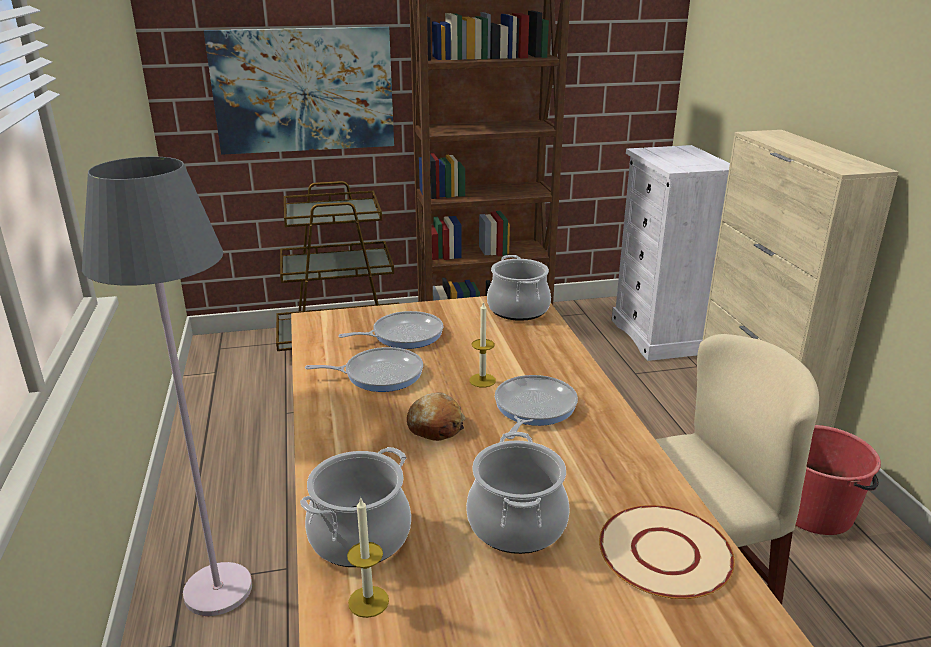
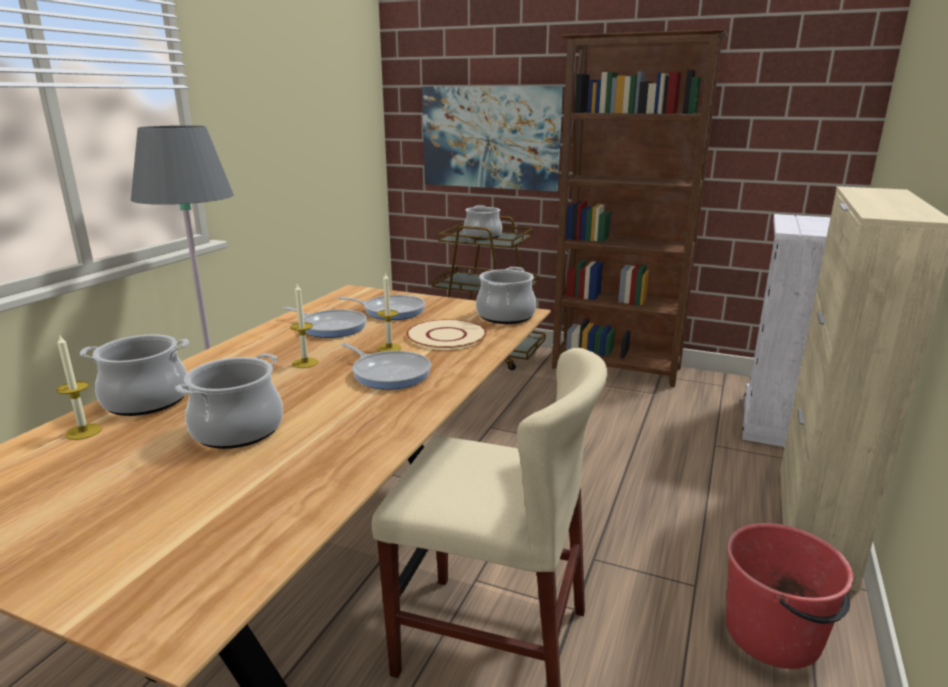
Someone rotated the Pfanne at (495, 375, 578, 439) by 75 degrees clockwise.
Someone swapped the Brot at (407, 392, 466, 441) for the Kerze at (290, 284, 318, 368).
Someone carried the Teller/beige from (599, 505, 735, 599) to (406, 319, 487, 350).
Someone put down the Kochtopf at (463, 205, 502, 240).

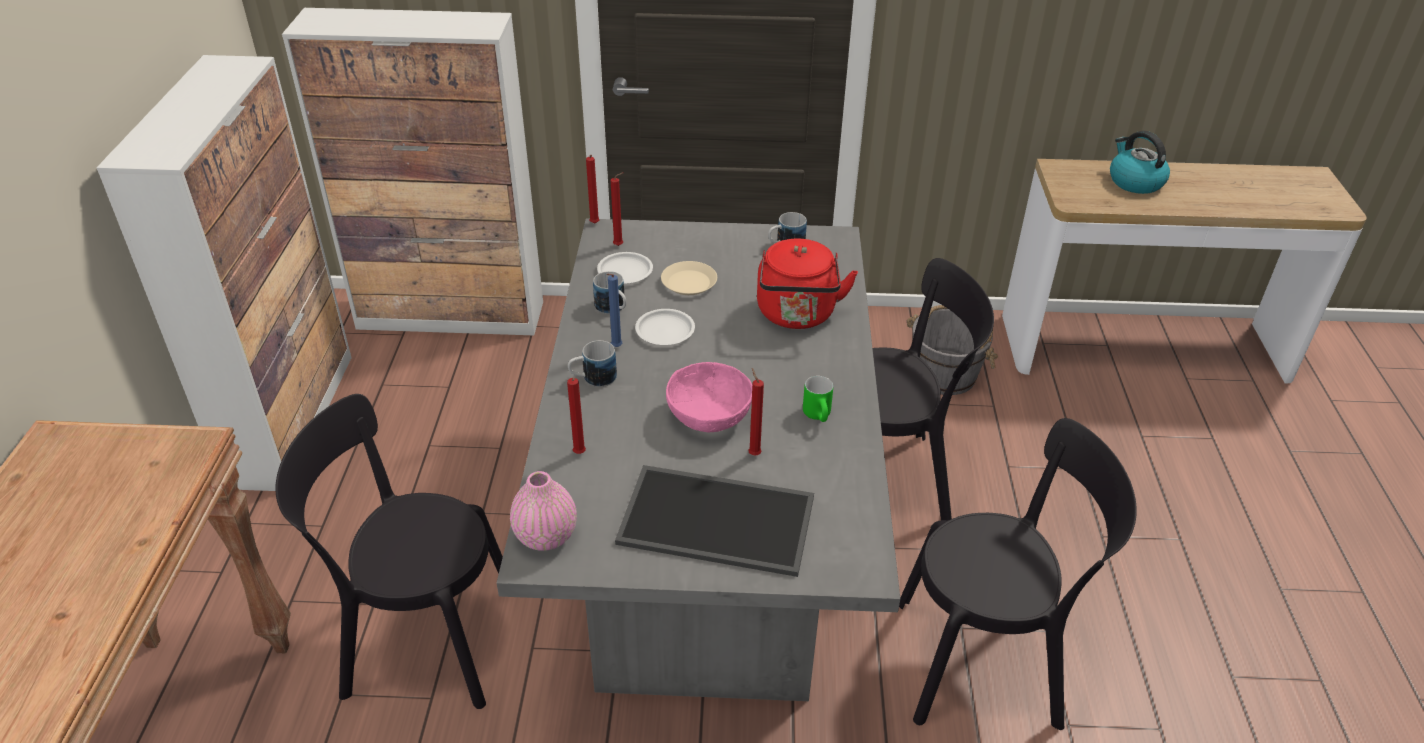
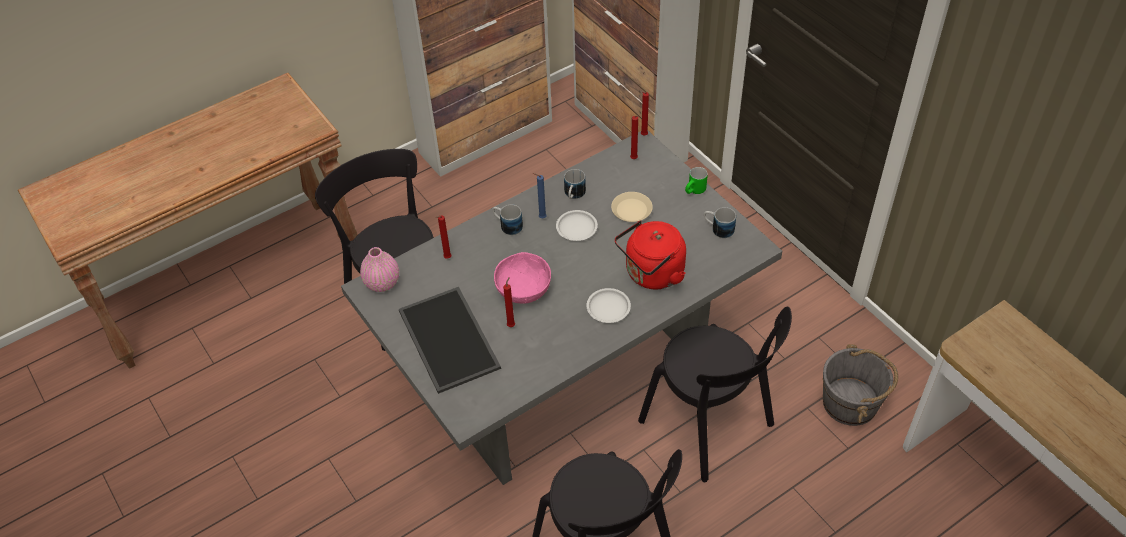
Someone took away the Wasserkessel at (1110, 131, 1170, 194).
Someone carried the Teller/weiß from (597, 252, 653, 284) to (586, 288, 631, 323).
Someone carried the Henkelbecher/grün from (803, 376, 833, 422) to (685, 167, 708, 194).

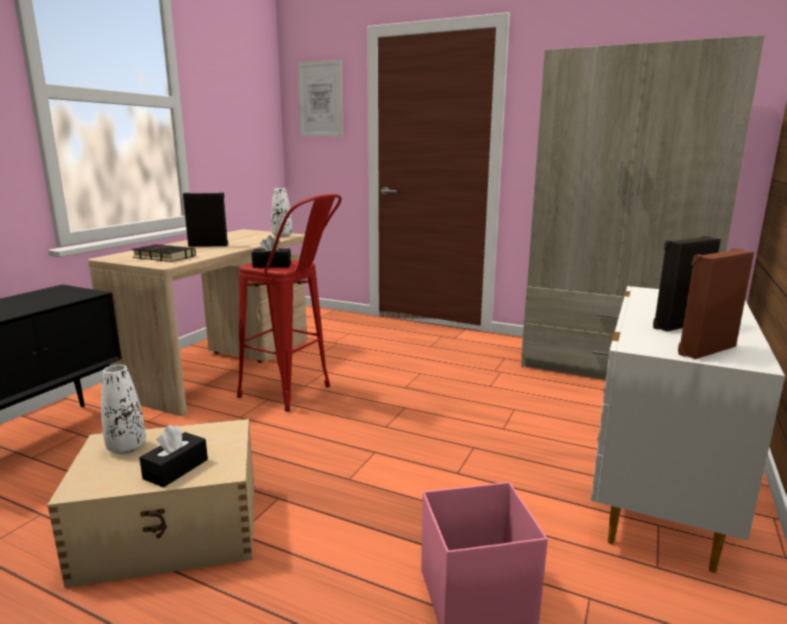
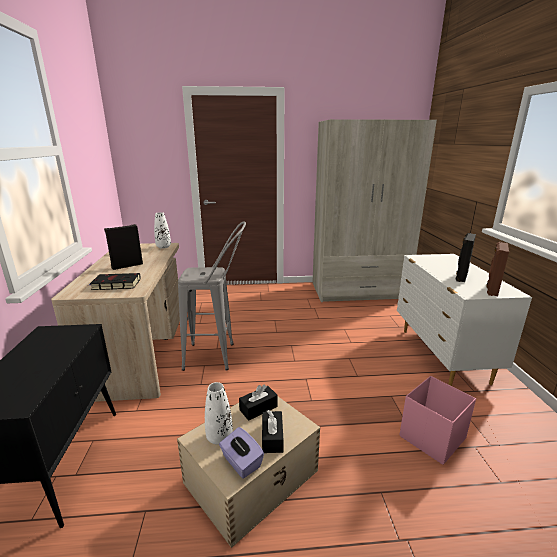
Someone took away the Bild at (297, 60, 343, 137).
Someone repainted the Hocker/rot at (237, 194, 342, 412), which became the Hocker/grau at (178, 221, 246, 371).
Someone carried the Taschentuchbox/schwarz from (252, 235, 291, 268) to (239, 384, 278, 421).
Someone put down the Taschentuchbox/lila at (219, 427, 264, 479).

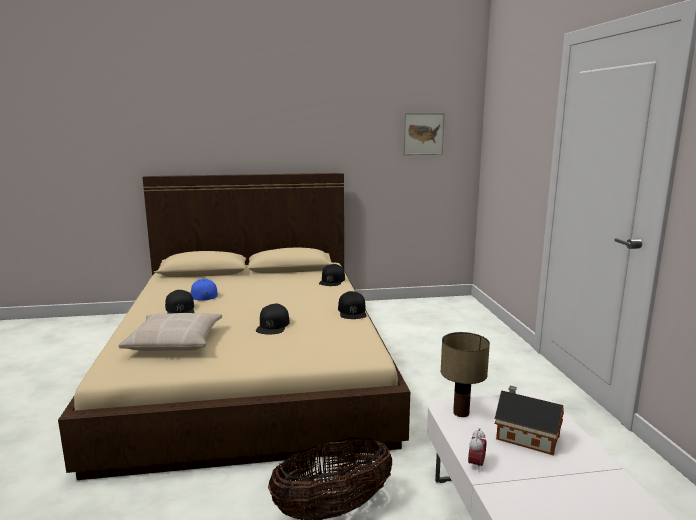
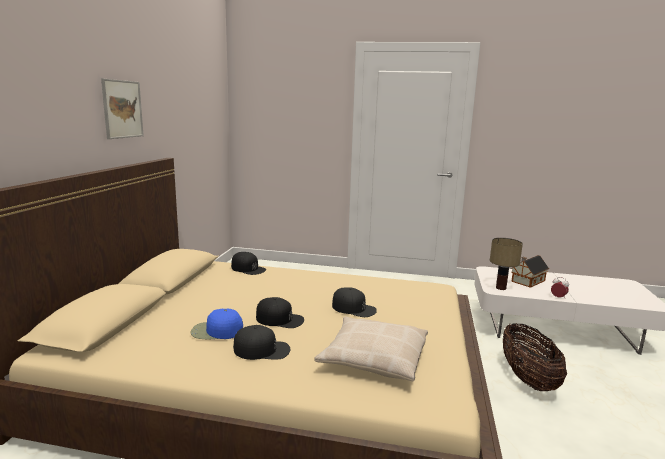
Someone carried the Bild from (403, 113, 445, 155) to (101, 78, 144, 139).
Someone carried the Kappe/schwarz from (338, 291, 367, 319) to (256, 297, 304, 328).

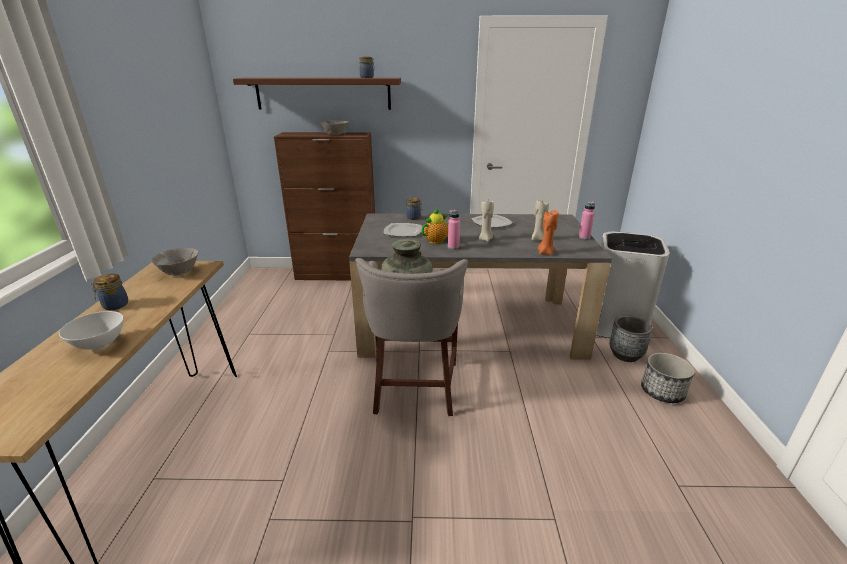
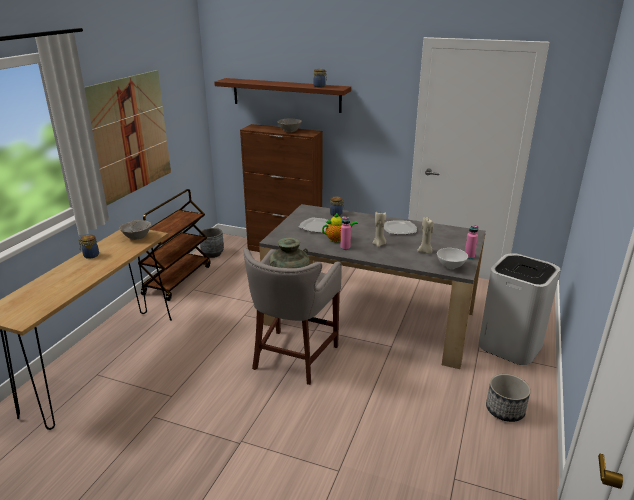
Someone took away the Kerze/orange at (538, 210, 558, 255).
Someone carried the Schüssel/weiß from (59, 311, 124, 350) to (437, 248, 468, 269).
Someone carried the Pflanzkübel/grau from (609, 315, 653, 362) to (199, 228, 224, 258).
Someone put up the Bild at (84, 70, 171, 205).
Someone put down the Rollwagen/braun at (138, 189, 210, 301).

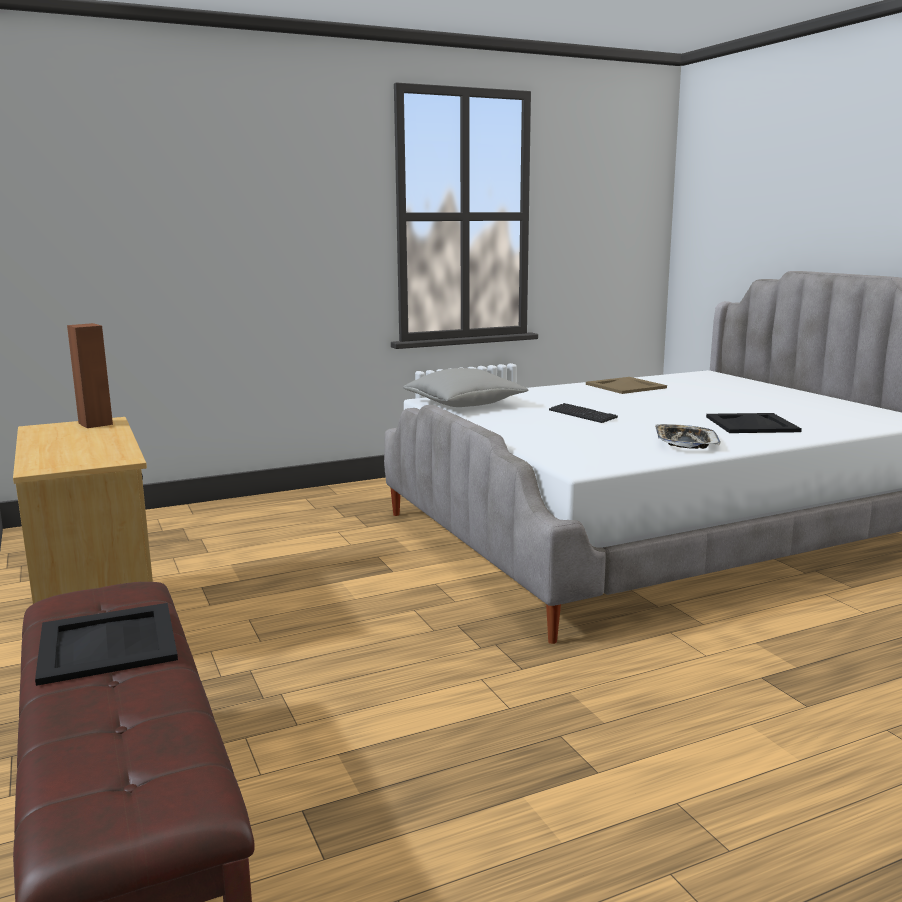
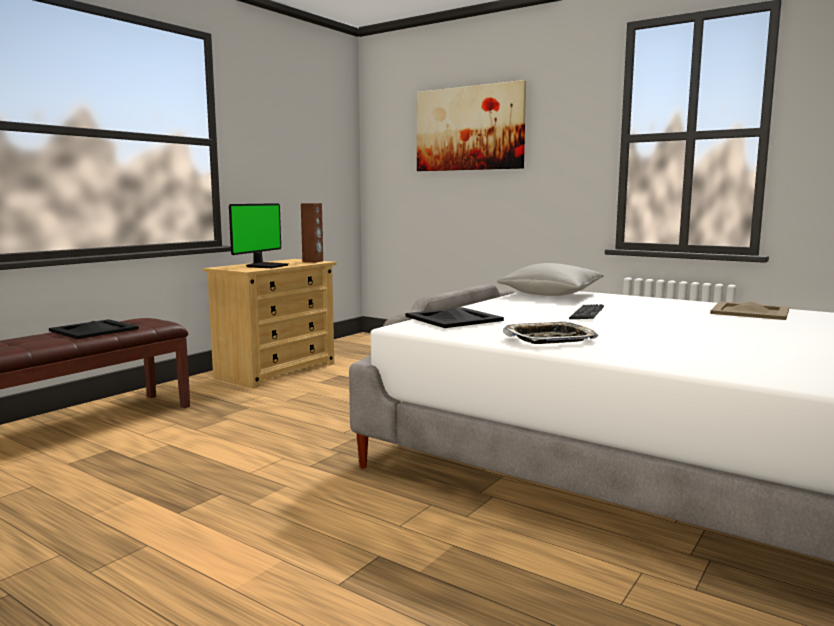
Someone carried the Tablett/schwarz from (706, 413, 802, 433) to (406, 307, 504, 328).
Someone put up the Bild at (417, 80, 526, 171).
Someone put down the Monitor at (229, 203, 289, 268).

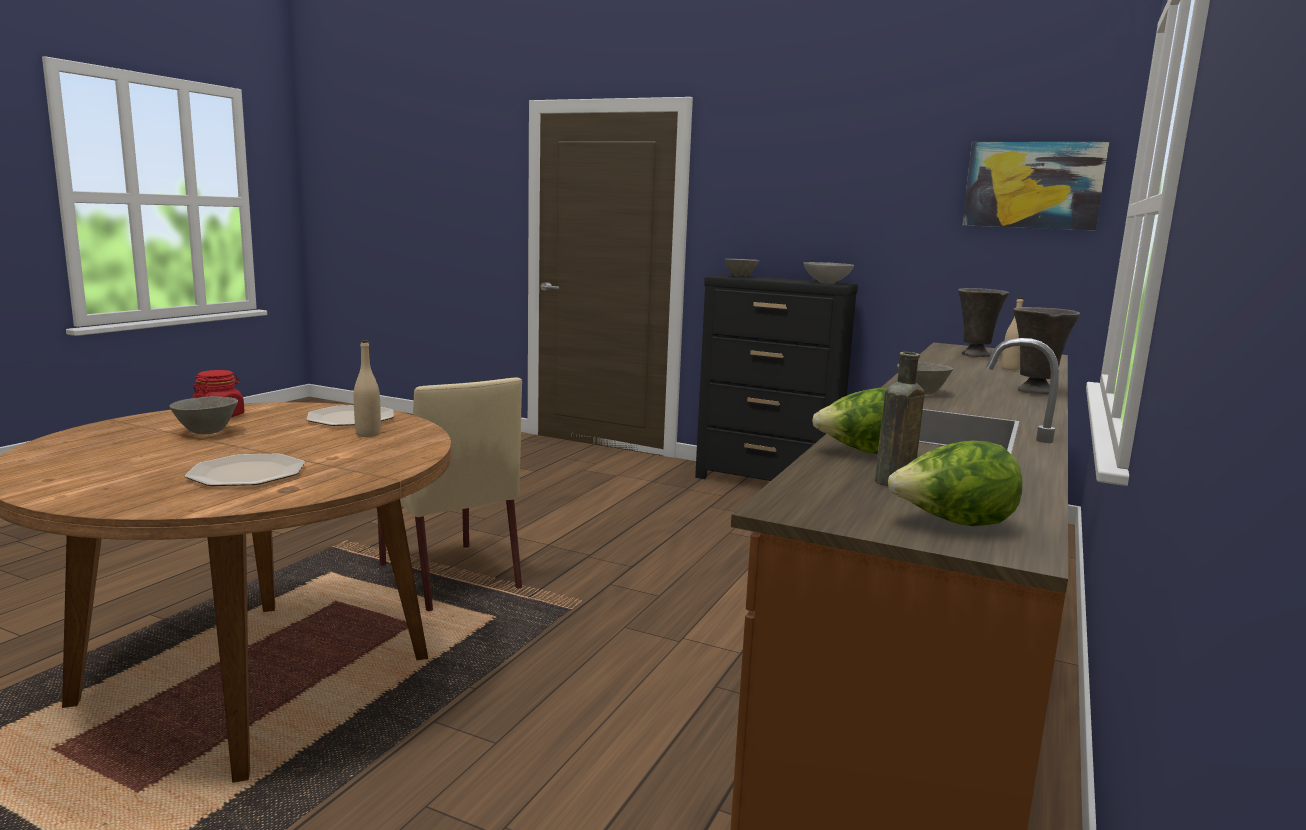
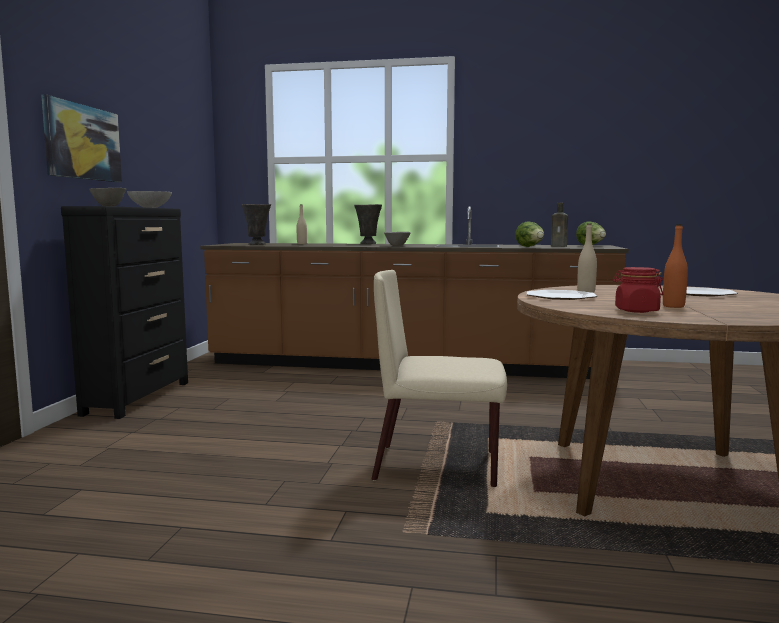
Someone carried the Bild from (962, 142, 1109, 231) to (41, 94, 122, 182).
Someone rotated the Stuhl/beige at (377, 377, 522, 611) by 120 degrees counterclockwise.
Someone swapped the Schüssel/grau at (170, 396, 238, 434) for the Flasche/orange at (663, 224, 688, 308).

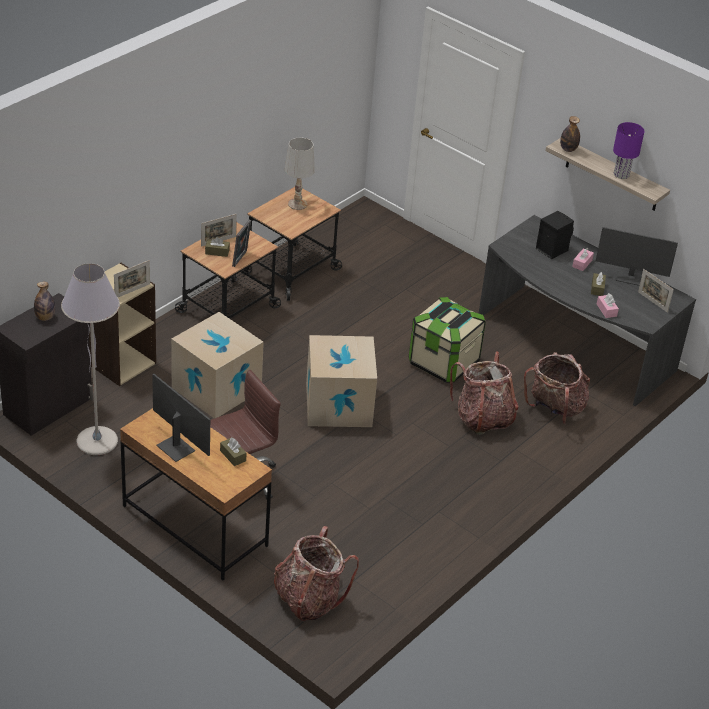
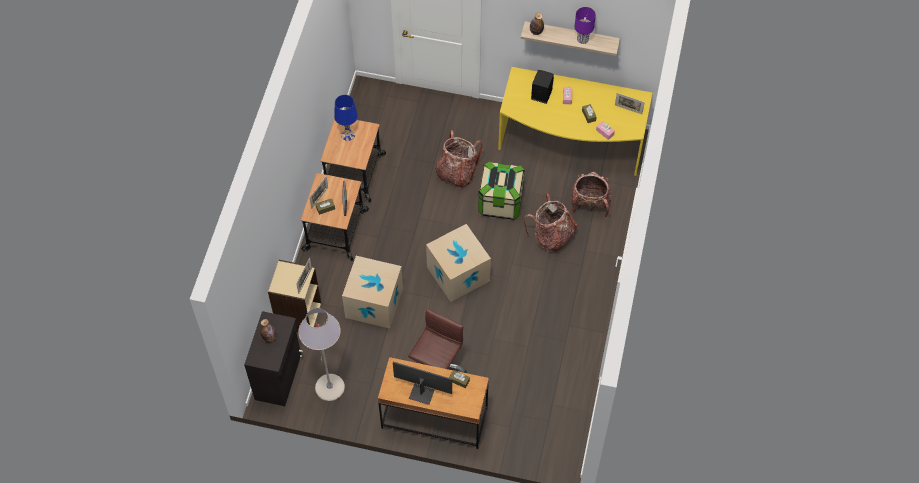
Someone repainted the Tischlampe/weiß at (285, 138, 315, 210), which became the Tischlampe/blau at (334, 95, 358, 141).
Someone repainted the Schreibtisch/grau at (479, 215, 696, 406), which became the Schreibtisch/gelb at (498, 67, 653, 176).
Someone took away the Monitor at (596, 227, 678, 286).
Someone carried the Rucksack from (274, 526, 359, 621) to (435, 130, 483, 188).

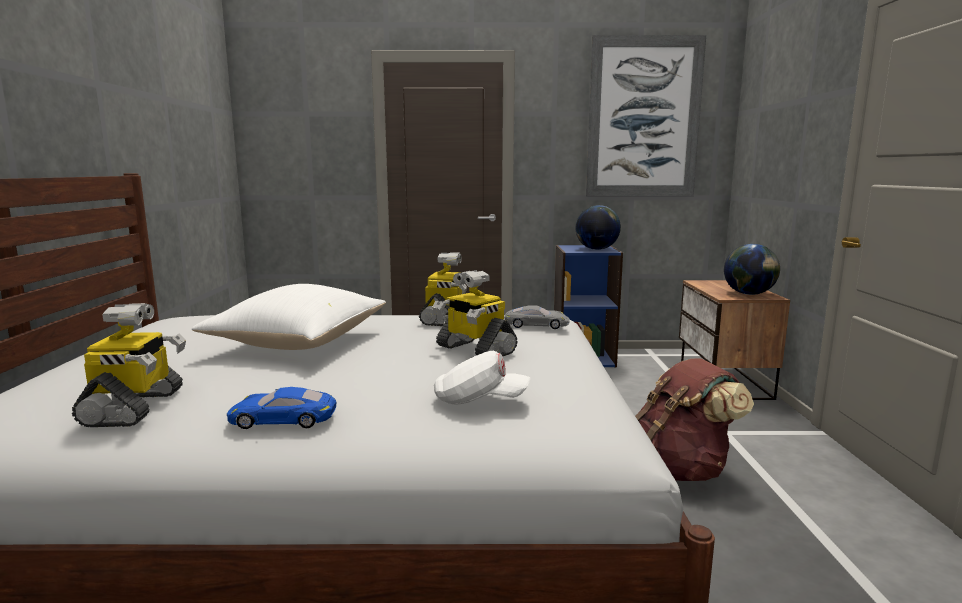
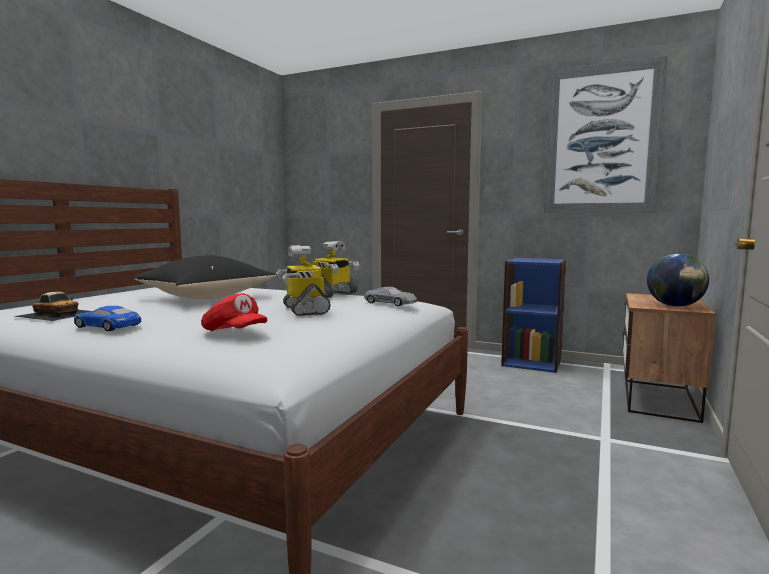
Someone took away the Globus at (575, 205, 621, 250).
Someone repainted the Kissen/weiß at (192, 284, 386, 350), which became the Kissen/schwarz at (133, 255, 276, 299).
Someone swapped the Spielzeugroboter at (72, 303, 186, 427) for the Spielzeugauto at (13, 292, 91, 321).
Someone repainted the Kappe/weiß at (434, 351, 531, 404), which became the Kappe/rot at (201, 293, 267, 331).
Someone took away the Rucksack/braun at (635, 358, 754, 481).

